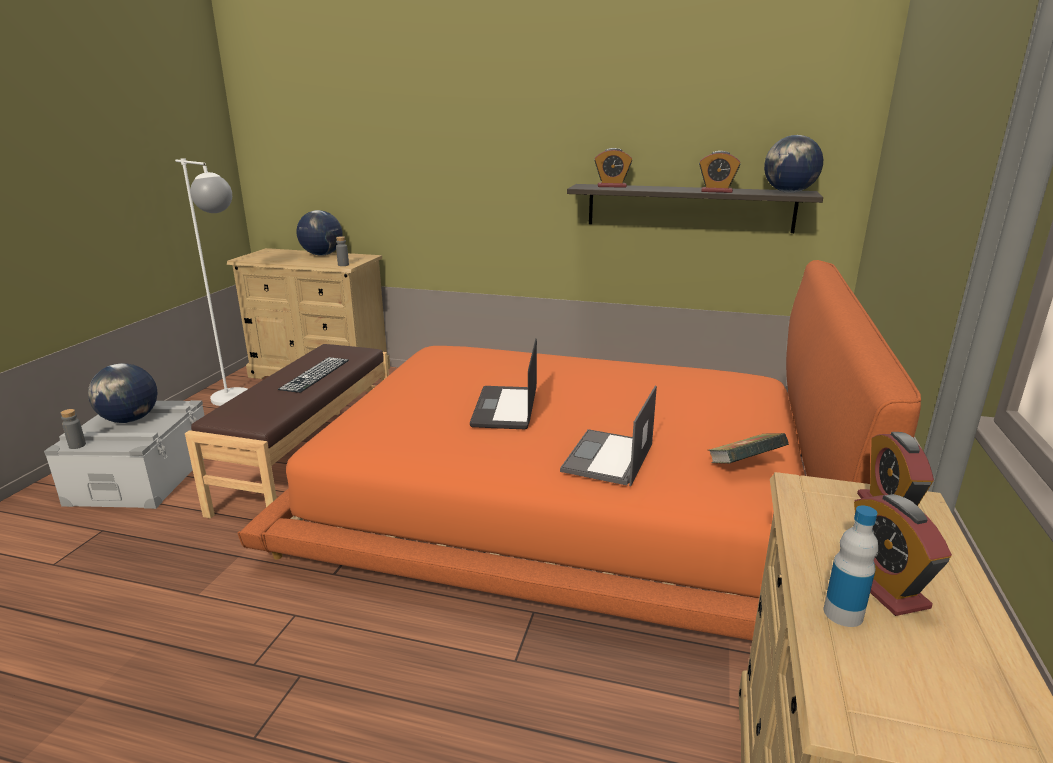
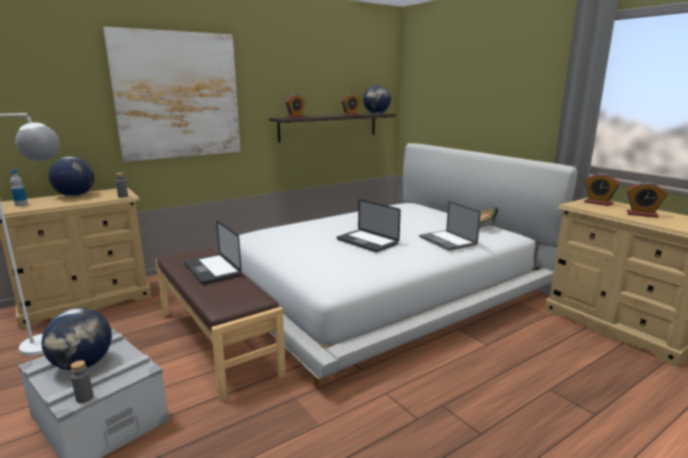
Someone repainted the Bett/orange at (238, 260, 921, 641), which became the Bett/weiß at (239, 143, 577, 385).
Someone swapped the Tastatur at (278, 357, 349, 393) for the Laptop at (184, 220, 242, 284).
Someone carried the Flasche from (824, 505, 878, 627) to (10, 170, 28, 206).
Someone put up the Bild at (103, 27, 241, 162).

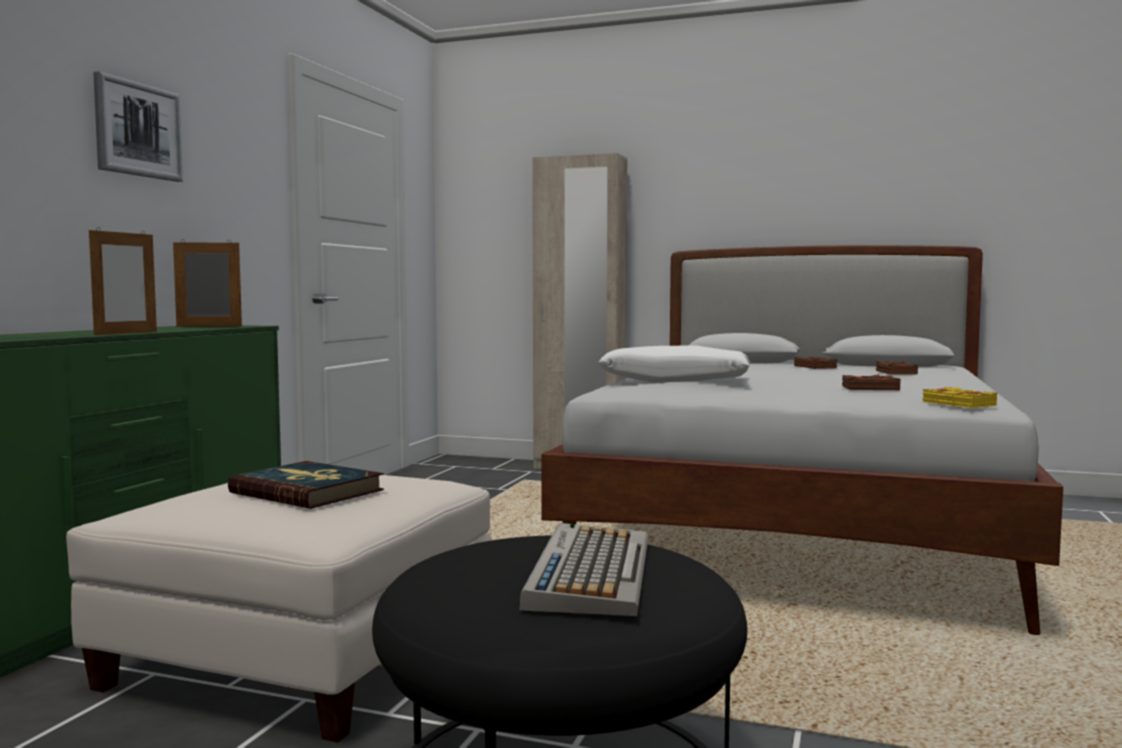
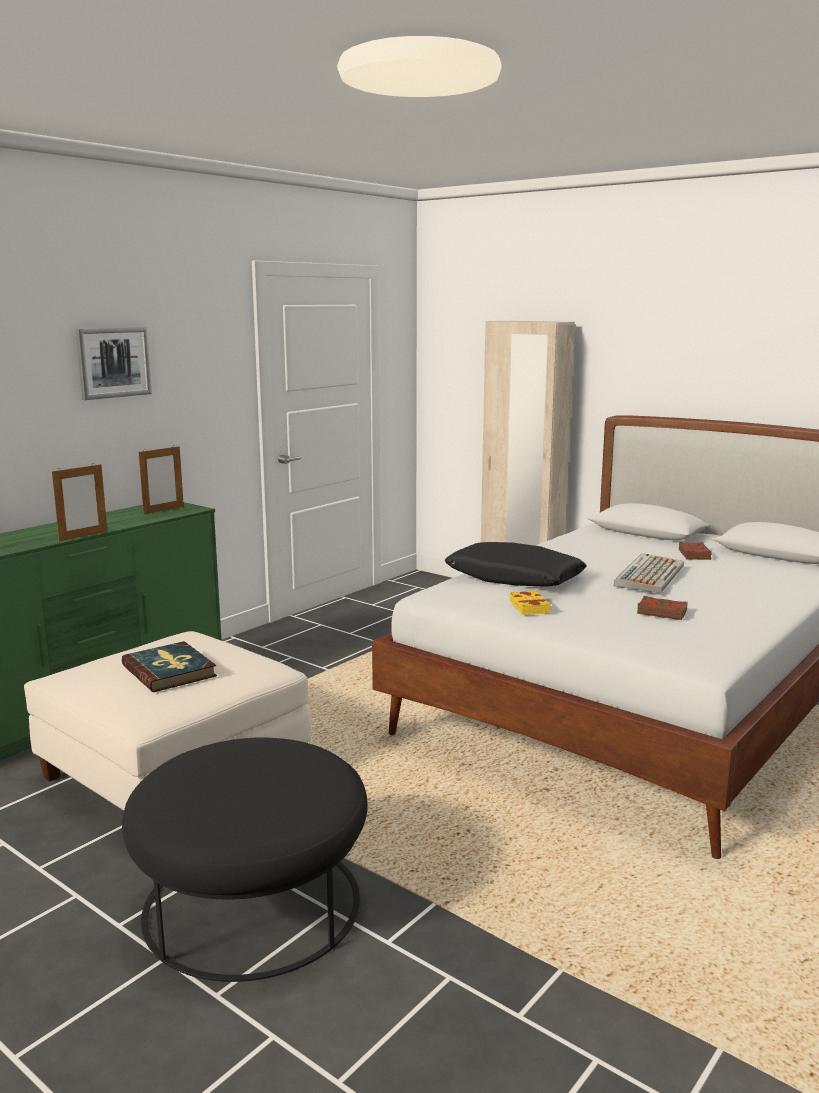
Someone rotated the Bilderrahmen at (173, 239, 242, 327) by 120 degrees clockwise.
Someone repainted the Kissen/weiß at (599, 345, 750, 383), which became the Kissen/schwarz at (445, 542, 587, 586).
Someone took away the Buch/braun at (876, 361, 918, 375).
Someone carried the Buch/gelb from (923, 387, 998, 408) to (510, 590, 551, 615).
Someone carried the Tastatur from (519, 523, 649, 616) to (614, 553, 684, 593).

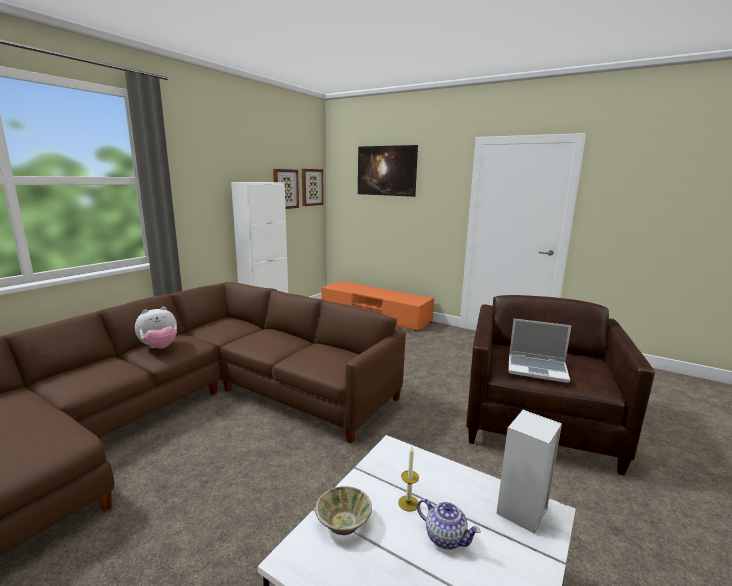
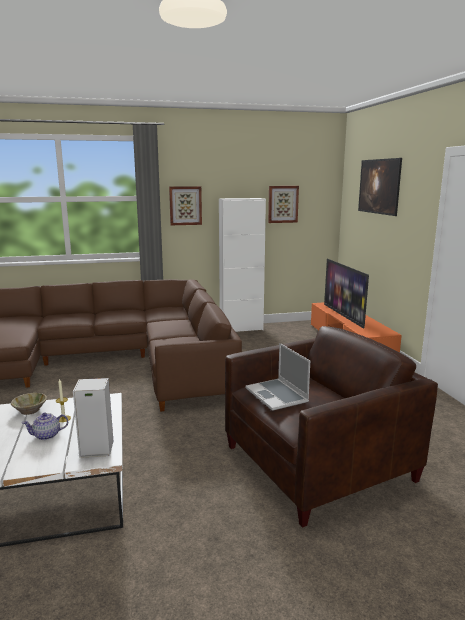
Someone carried the Bild from (302, 169, 324, 206) to (169, 186, 202, 225).
Someone took away the Plüschtier at (135, 307, 177, 349).
Someone rotated the Teekanne at (417, 499, 481, 550) by 75 degrees clockwise.
Someone put down the Fernseher at (324, 259, 369, 329).

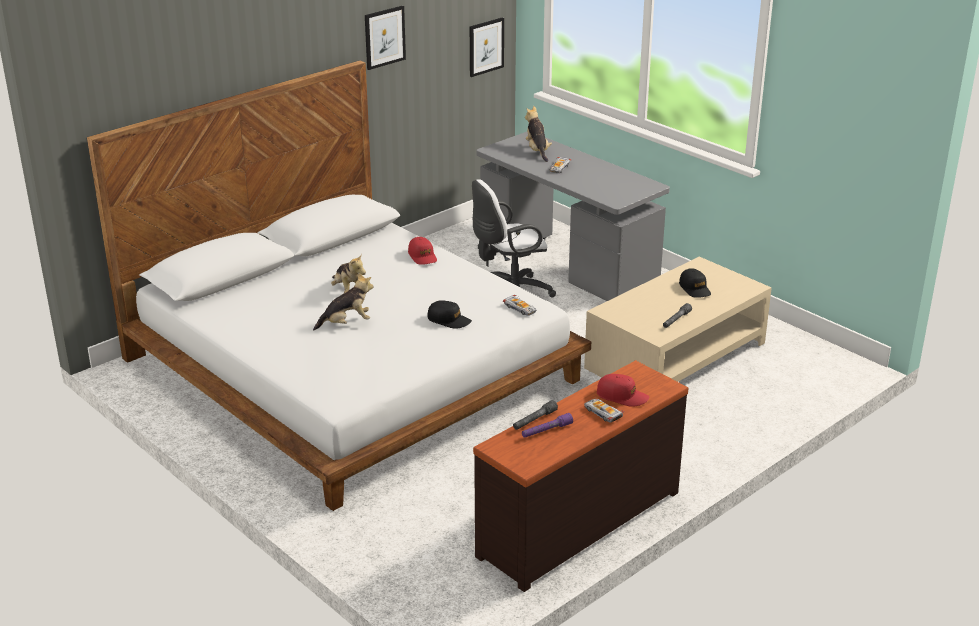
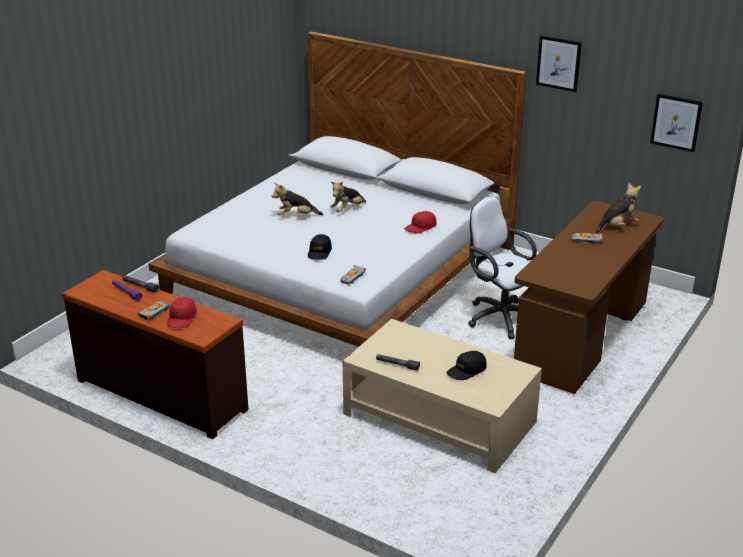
Someone repainted the Schreibtisch/grau at (476, 132, 670, 301), which became the Schreibtisch/braun at (514, 201, 664, 394).
Someone rotated the Plüschtier at (313, 272, 373, 331) by 120 degrees clockwise.

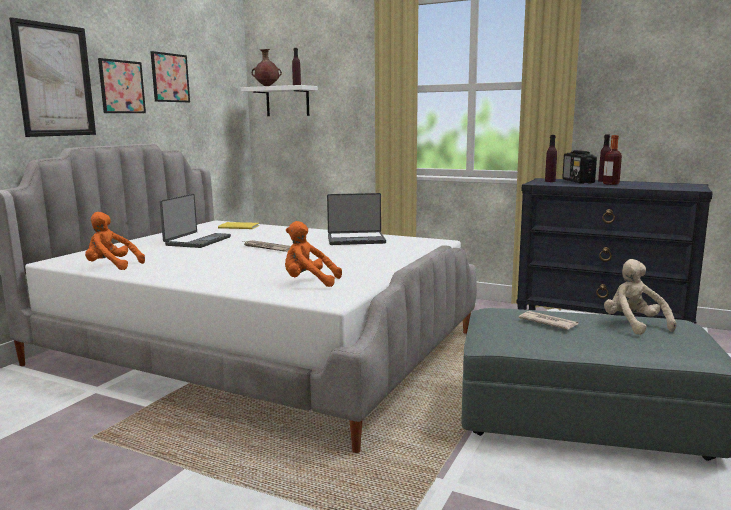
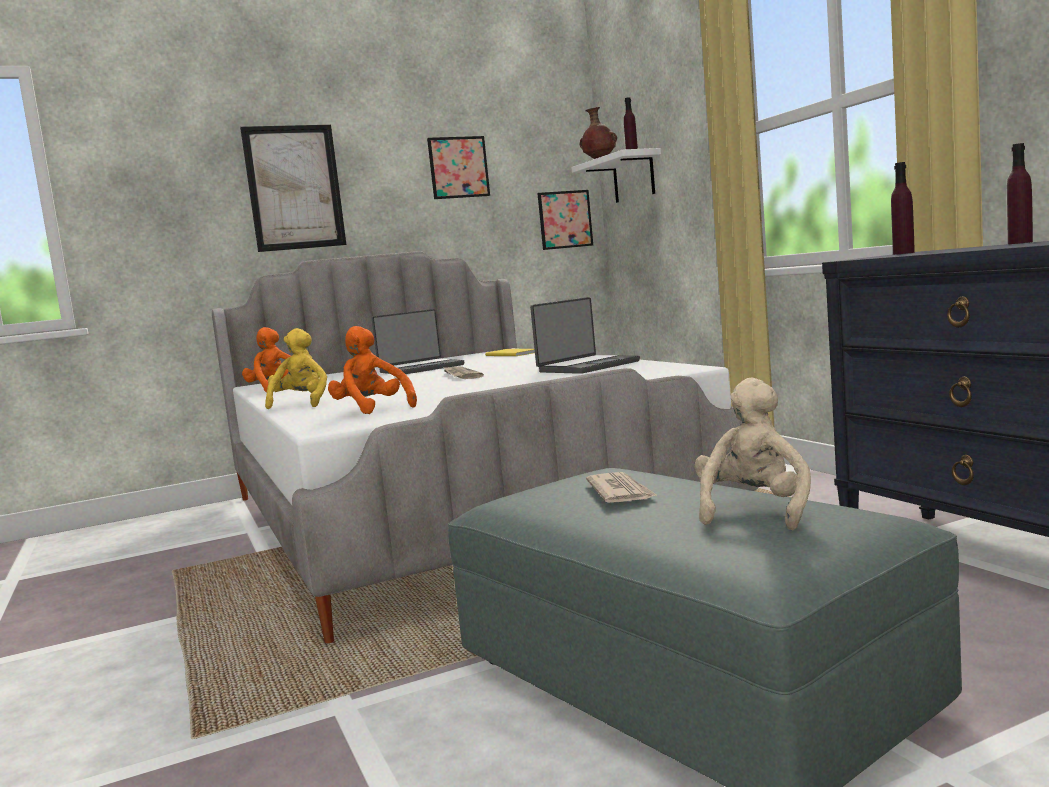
Someone carried the Bild from (98, 58, 146, 113) to (537, 190, 593, 250).
Someone took away the Flasche at (603, 135, 622, 185).
Someone took away the Radio at (562, 150, 597, 184).
Someone rotated the Laptop at (327, 193, 386, 245) by 75 degrees counterclockwise.
Someone put down the Plüschtier/gelb at (265, 328, 327, 409).

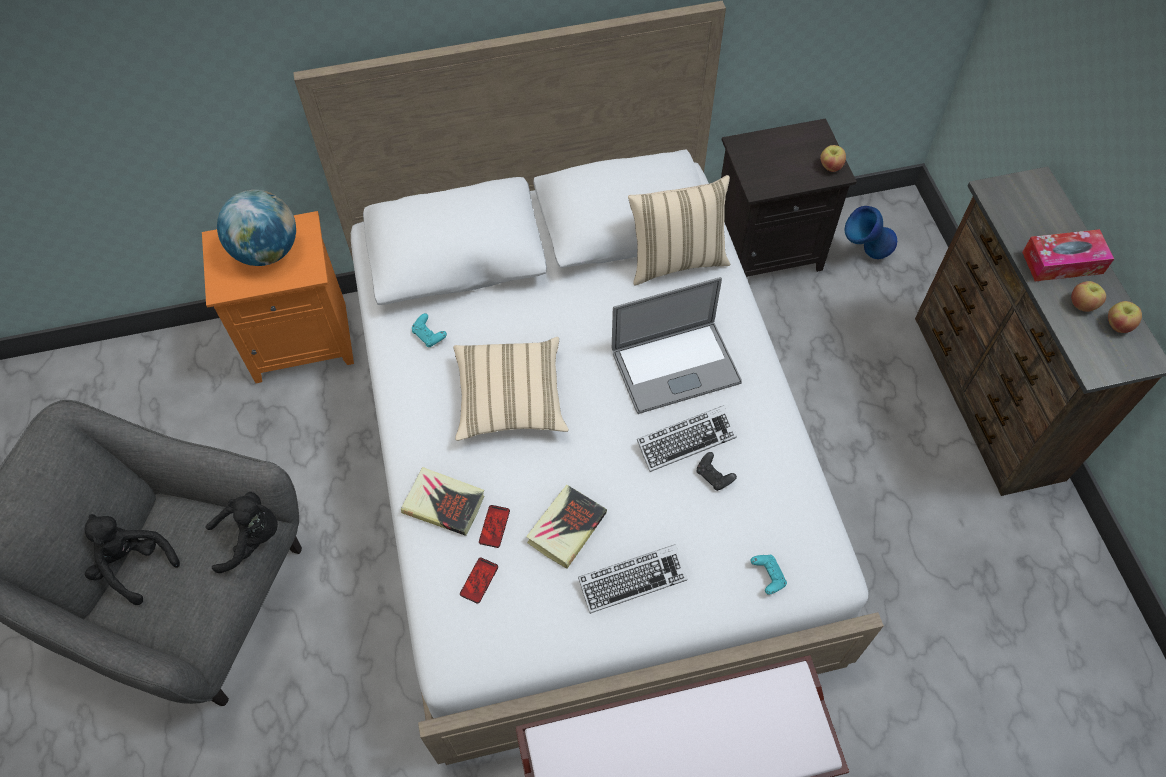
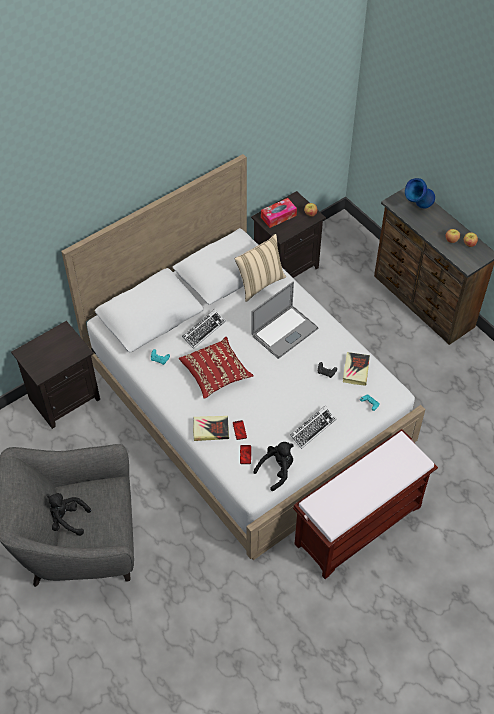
Someone took away the Globus at (217, 190, 296, 266).
Someone carried the Vase/blau from (845, 206, 897, 259) to (405, 178, 435, 209).
Someone repainted the Nachttisch/orange at (202, 211, 354, 383), which became the Nachttisch/schwarz at (11, 321, 100, 429).
Someone carried the Taschentuchbox from (1022, 229, 1114, 282) to (261, 198, 297, 228).
Someone repainted the Kissen/beige at (453, 337, 569, 441), which became the Kissen/rot at (179, 337, 254, 399).
Someone carried the Tastatur from (637, 405, 737, 472) to (182, 309, 226, 349).
Someone carried the Buch from (526, 485, 607, 569) to (343, 352, 370, 386).
Someone carried the Plüschtier/schwarz from (206, 492, 278, 573) to (253, 442, 294, 491).

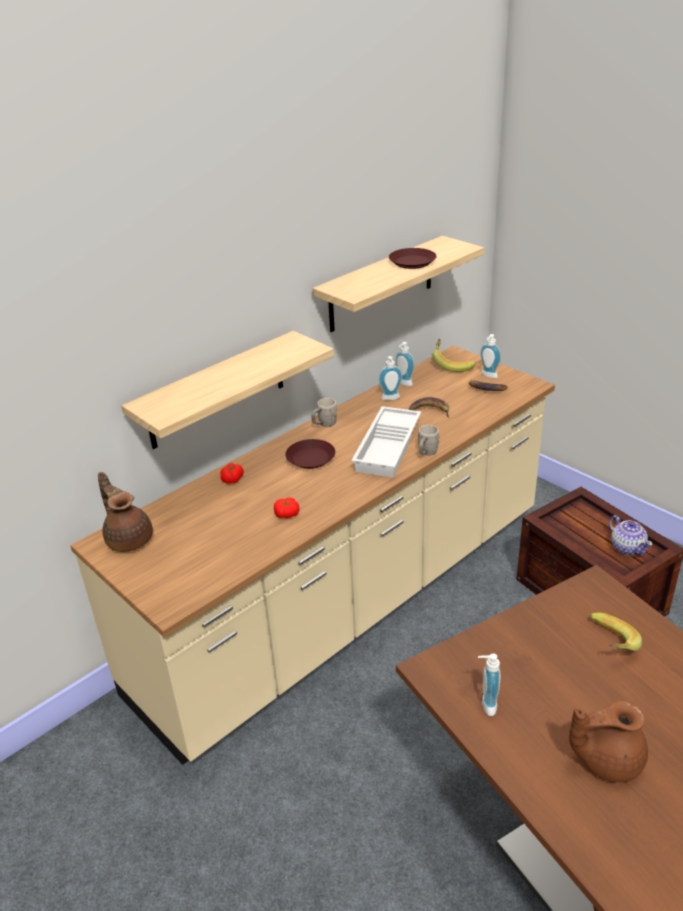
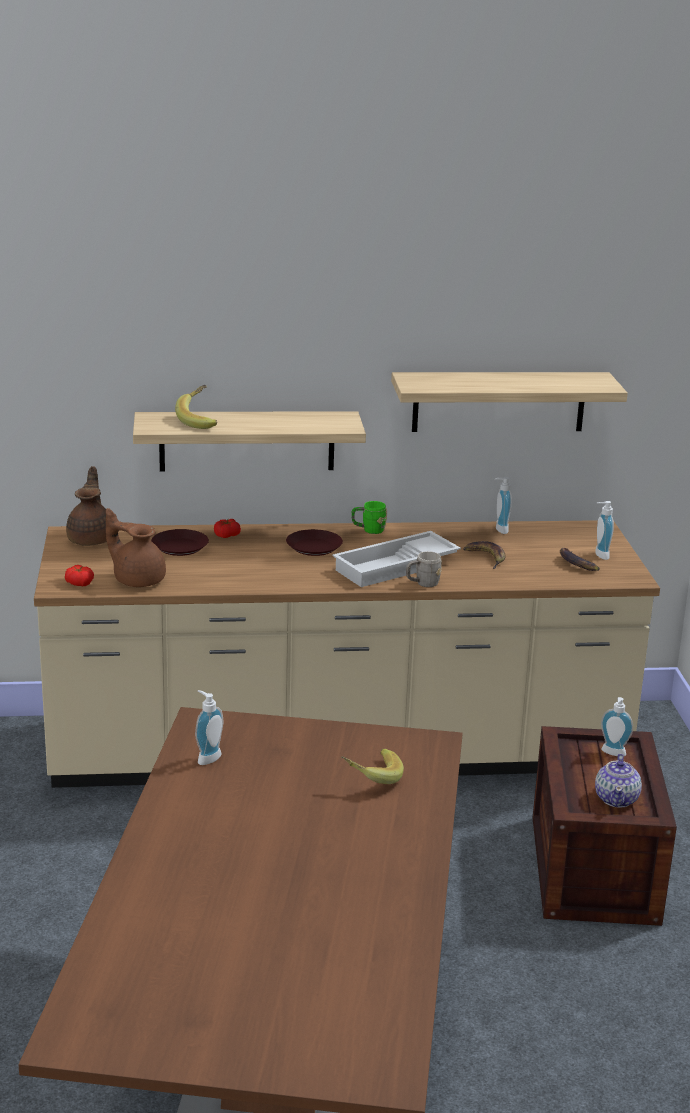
Someone carried the Teller/braun from (389, 248, 437, 269) to (151, 529, 209, 556).
Someone carried the Banane from (433, 339, 476, 372) to (175, 385, 217, 429).
Someone carried the Seifenspender from (378, 356, 402, 401) to (601, 697, 633, 756).
Someone repainted the Henkelbecher/grau at (311, 398, 338, 427), which became the Henkelbecher/grün at (351, 501, 387, 534).
Someone carried the Tomate from (274, 498, 299, 518) to (65, 565, 94, 586).
Someone carried the Teekanne/braun from (569, 701, 648, 782) to (106, 508, 166, 587).

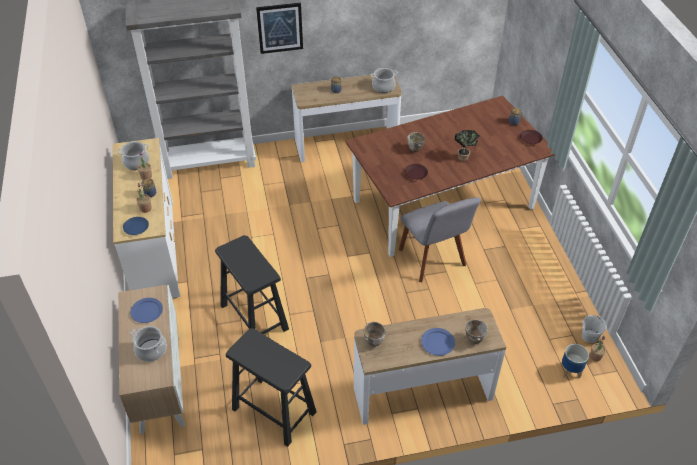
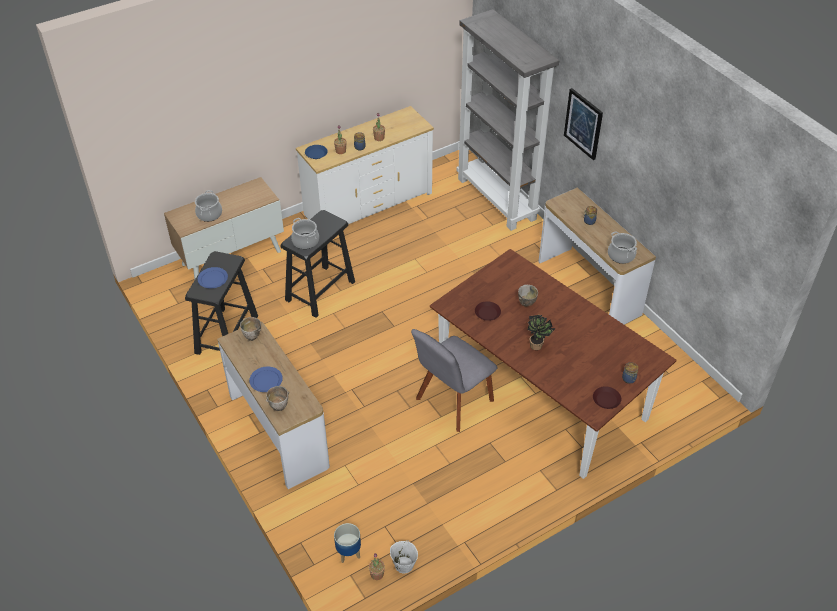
Someone carried the Kochtopf from (117, 141, 149, 170) to (291, 218, 319, 249).
Someone carried the Teller/blau from (130, 298, 163, 323) to (198, 267, 228, 288).

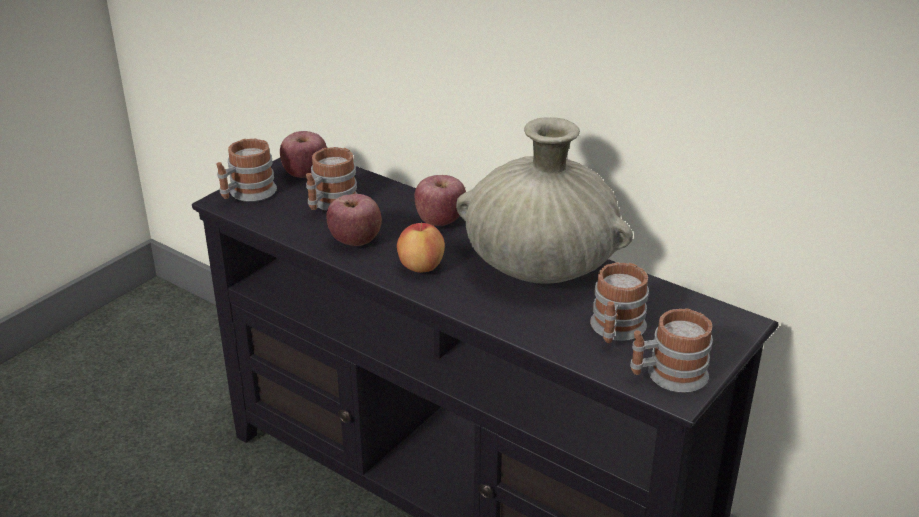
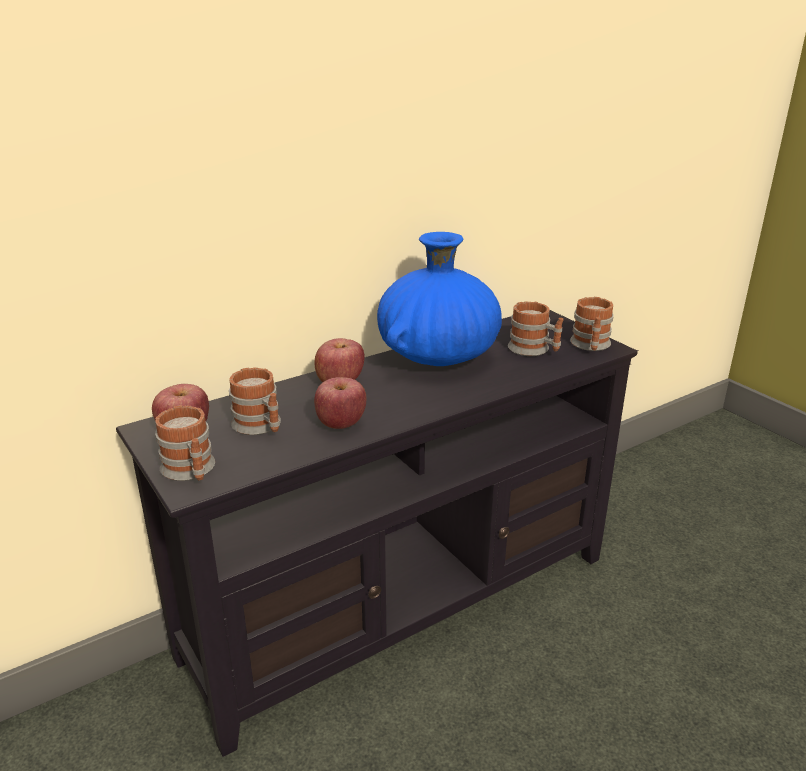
Someone repainted the Vase/beige at (456, 117, 633, 284), which became the Vase/blau at (377, 232, 502, 366).
Someone took away the Apfel at (397, 223, 445, 273).

